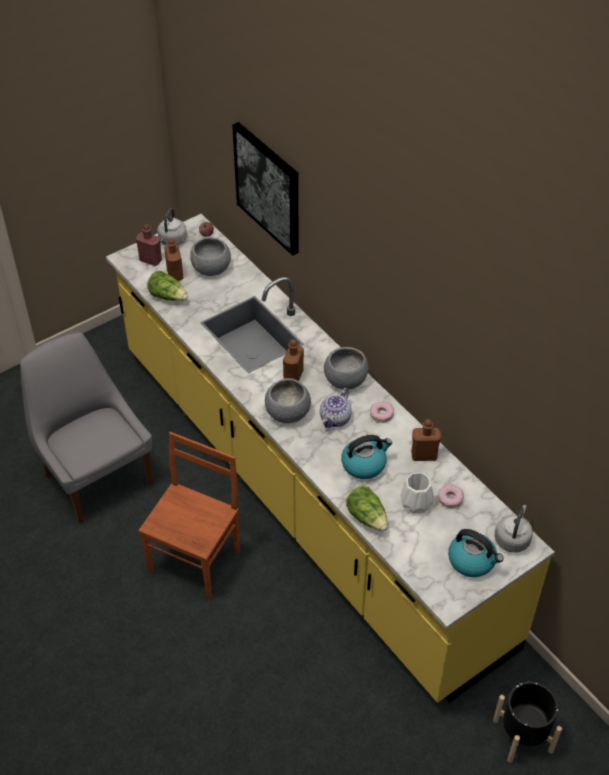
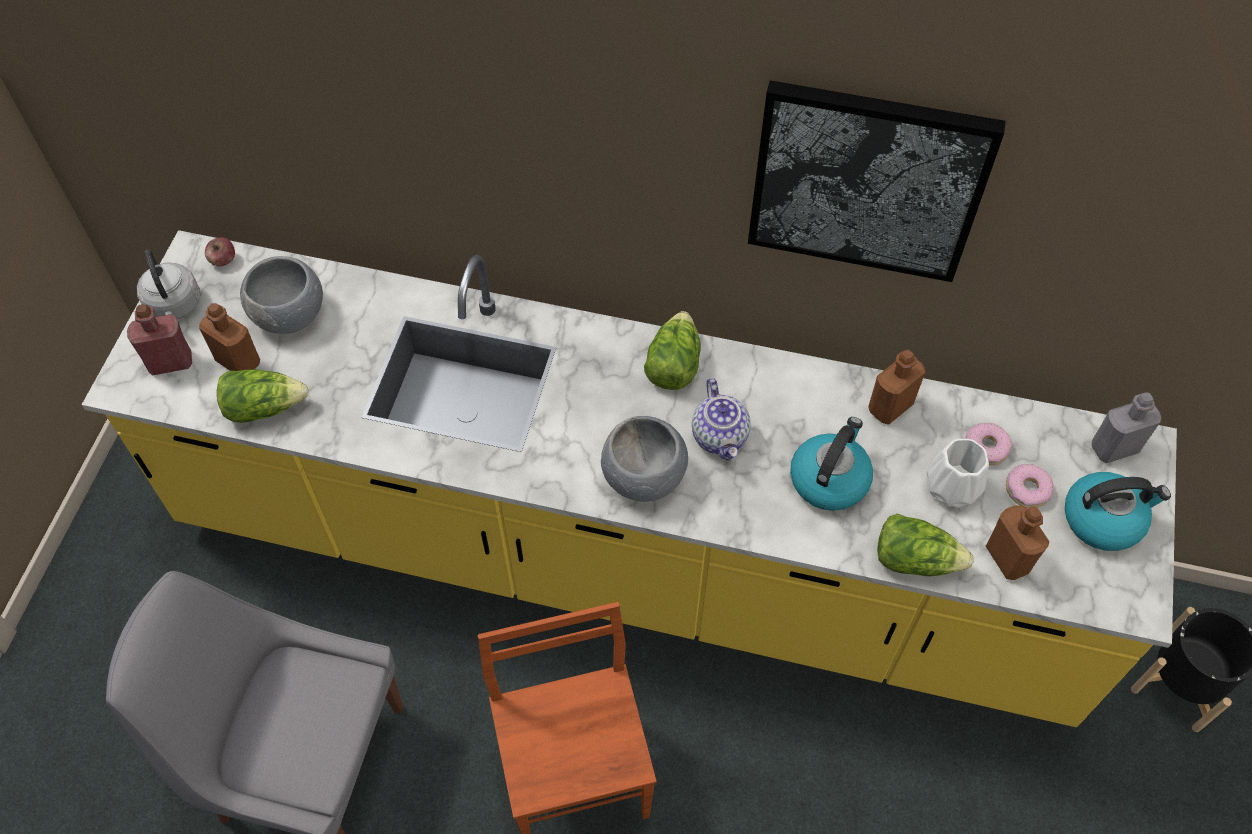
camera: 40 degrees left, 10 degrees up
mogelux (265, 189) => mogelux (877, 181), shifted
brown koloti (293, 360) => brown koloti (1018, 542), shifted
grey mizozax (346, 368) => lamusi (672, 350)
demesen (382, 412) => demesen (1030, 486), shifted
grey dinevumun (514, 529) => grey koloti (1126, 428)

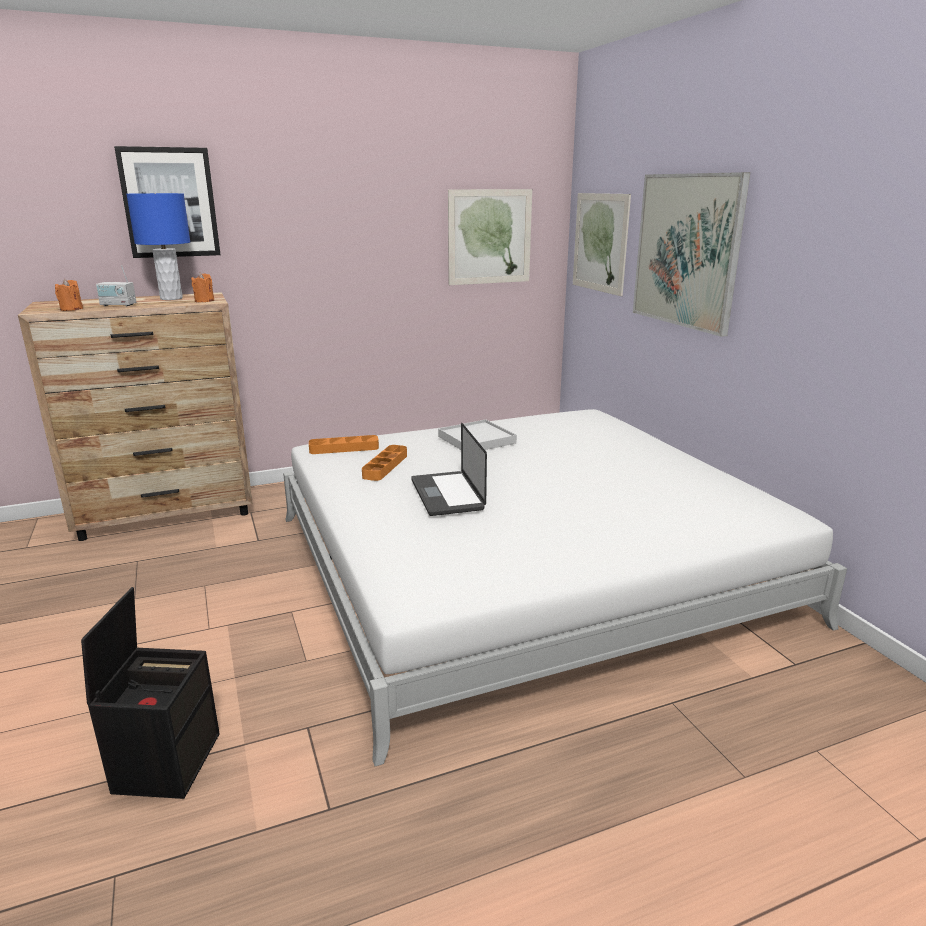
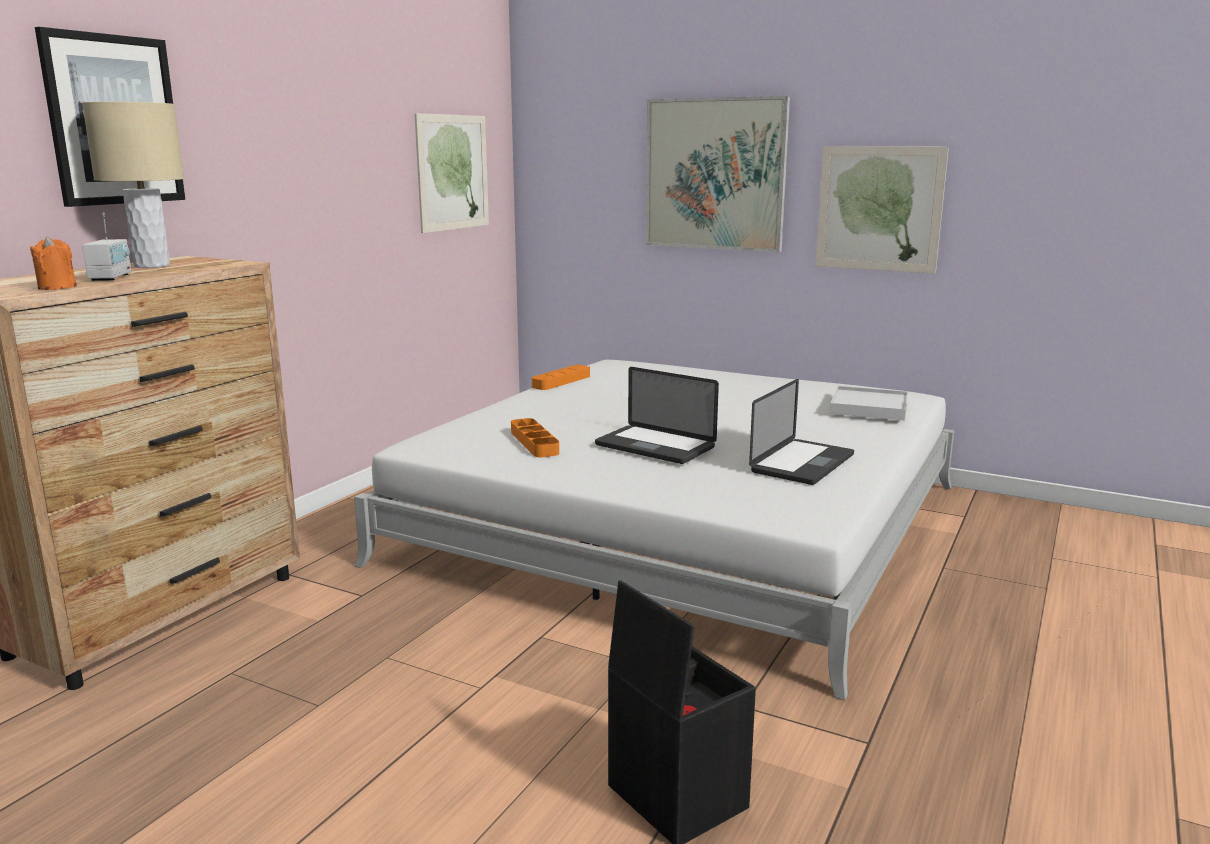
camera: 40 degrees left, 5 degrees down
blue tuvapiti (158, 246) => beige tuvapiti (133, 185)
mogelux (602, 244) => mogelux (882, 210), shifted
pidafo (116, 286) => pidafo (106, 246), 60 degrees counterclockwise
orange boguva (202, 287) => nothing
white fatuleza (477, 434) => white fatuleza (869, 403), shifted
orange fatuleza (344, 444) => orange fatuleza (561, 377), shifted
nothing => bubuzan (801, 432)

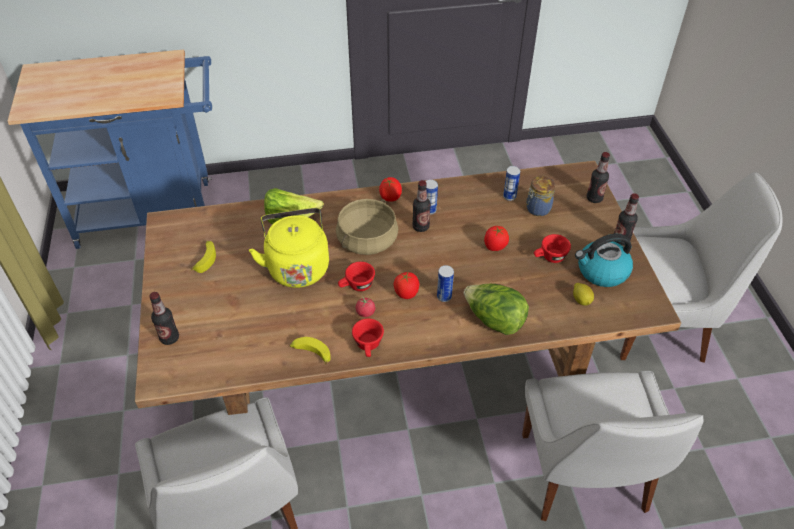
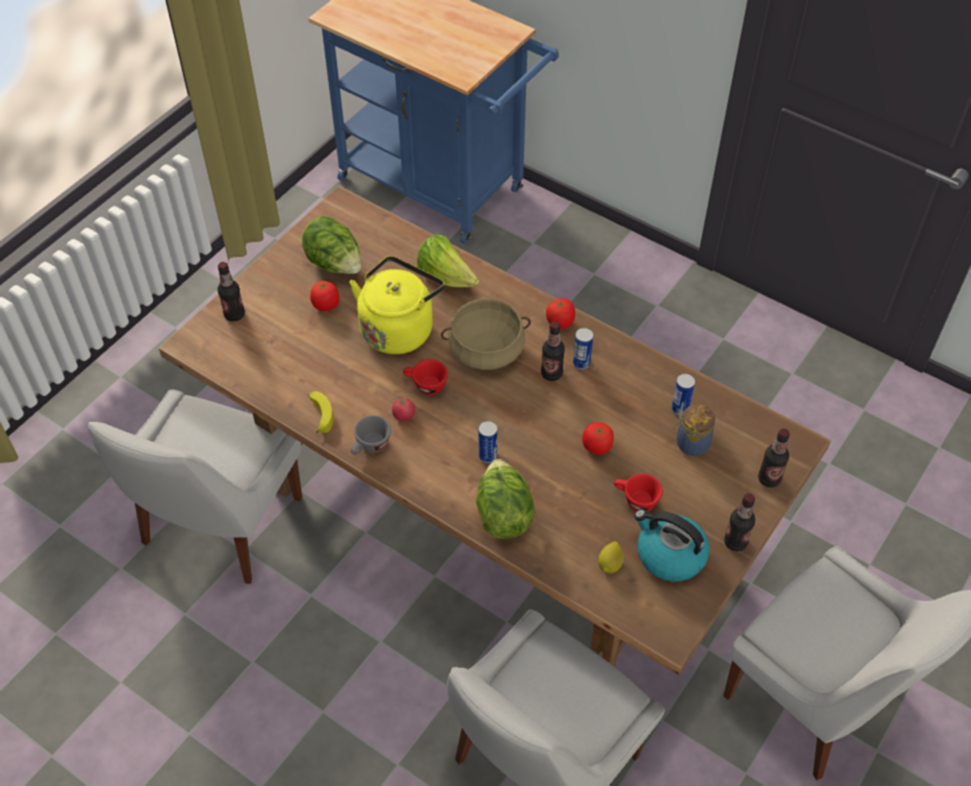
camera: 45 degrees right, 5 degrees up
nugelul (203, 257) => lamusi (331, 245)
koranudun (406, 285) => koranudun (325, 295), shifted
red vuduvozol (368, 337) => grey vuduvozol (370, 435)

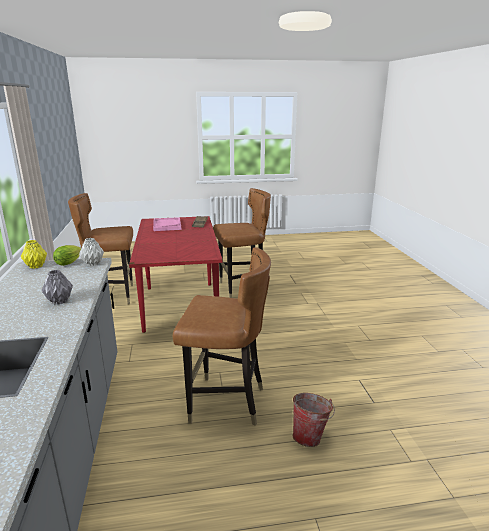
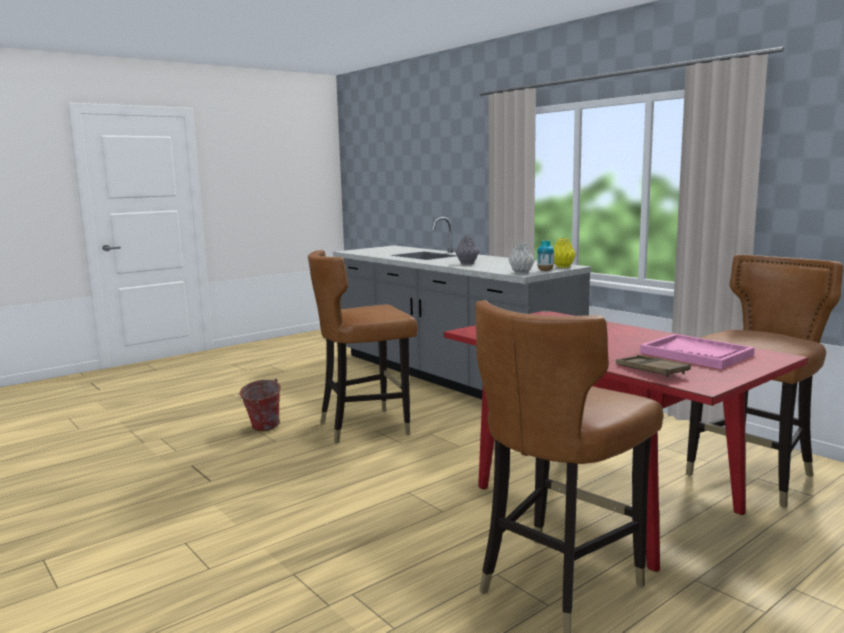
camera: 150 degrees right, 10 degrees down
lamusi (67, 255) => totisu (545, 255)

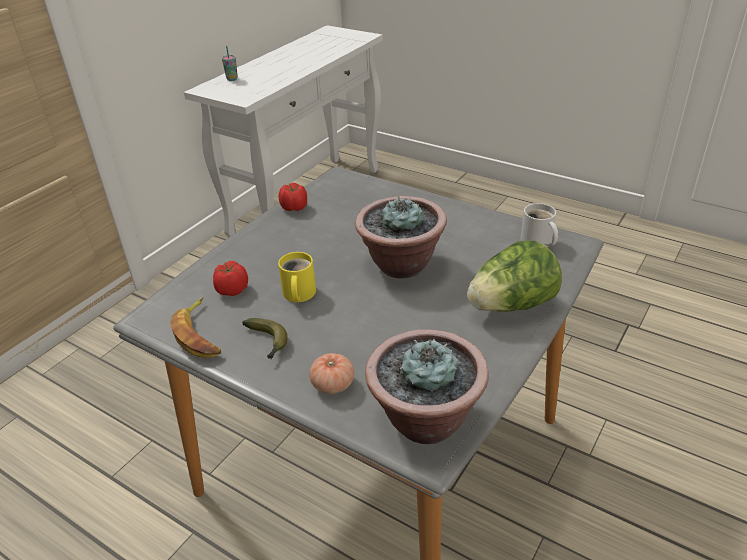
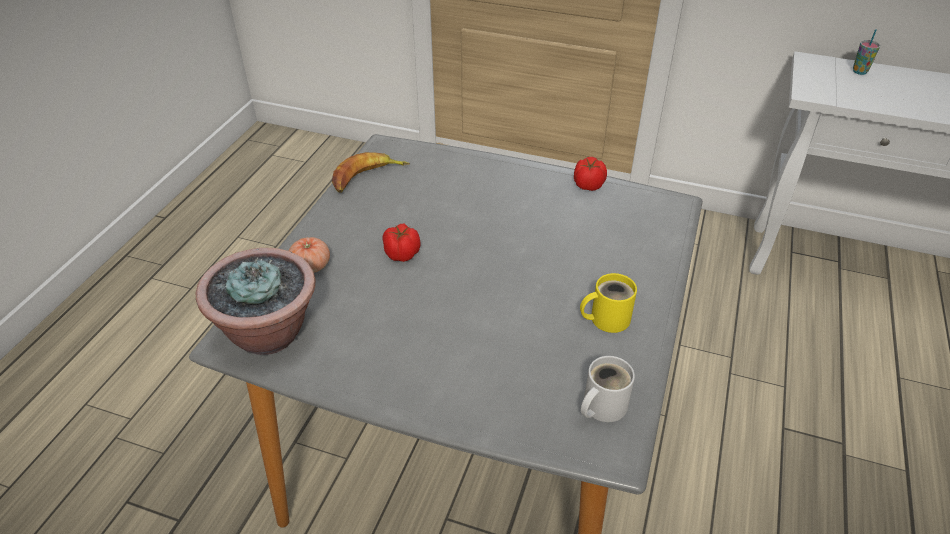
camera: 75 degrees right, 5 degrees up
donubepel (401, 237) => nothing
lamusi (514, 276) => nothing
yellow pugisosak (297, 277) => yellow pugisosak (608, 303), shifted
koranudun (230, 278) => koranudun (401, 242), shifted
nugelul (265, 338) => nothing

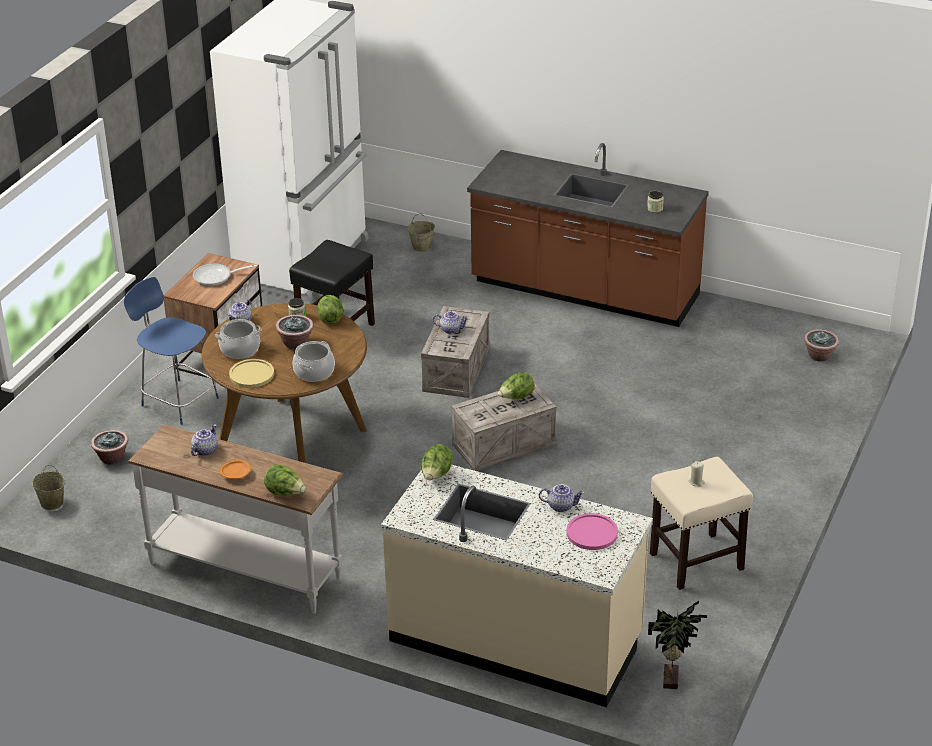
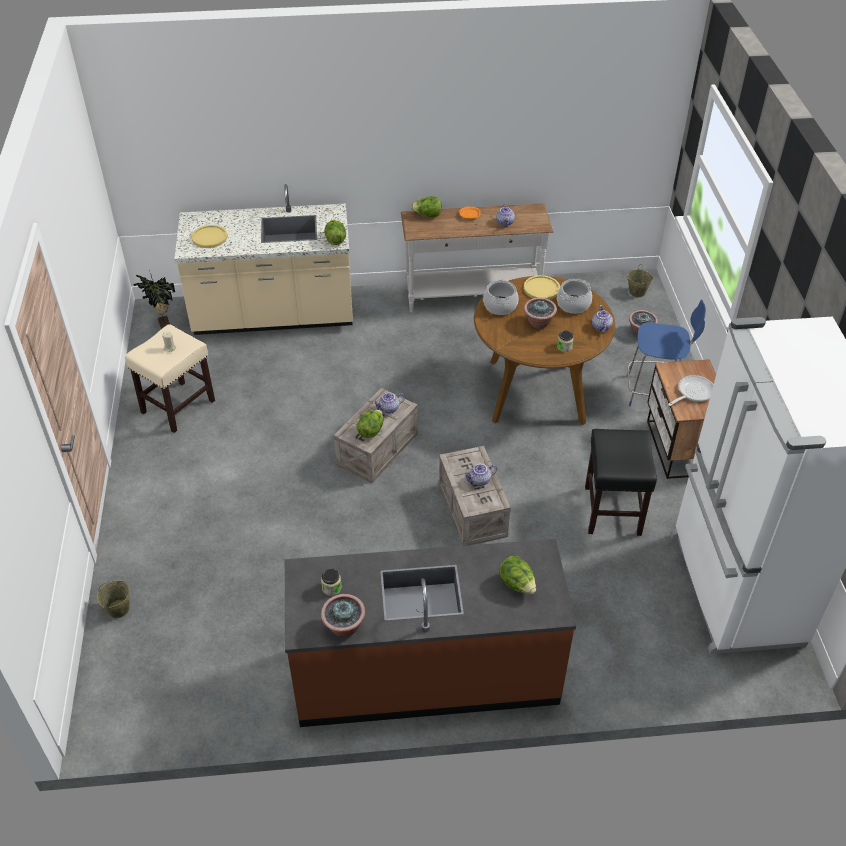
camera: 150 degrees right, 10 degrees up
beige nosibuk (421, 232) => beige nosibuk (113, 599), shifted
lamusi (330, 310) => lamusi (517, 575), shifted
donubepel (821, 345) => donubepel (343, 615), shifted
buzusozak (561, 498) => buzusozak (389, 403), shifted
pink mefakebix (592, 531) => yellow mefakebix (210, 236)

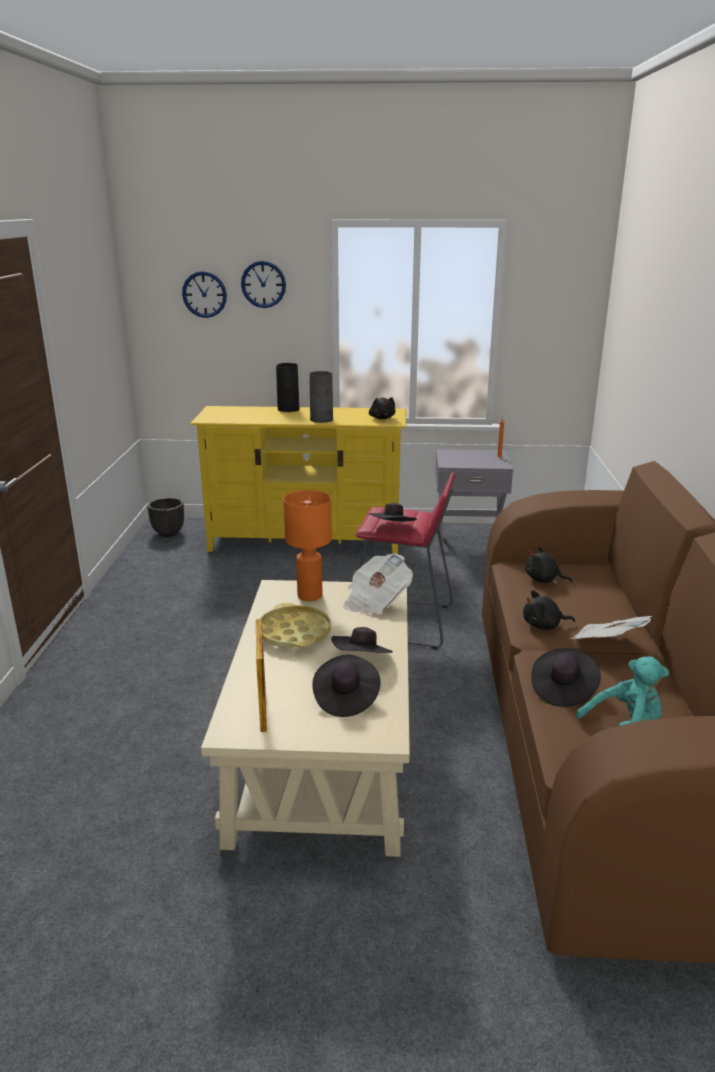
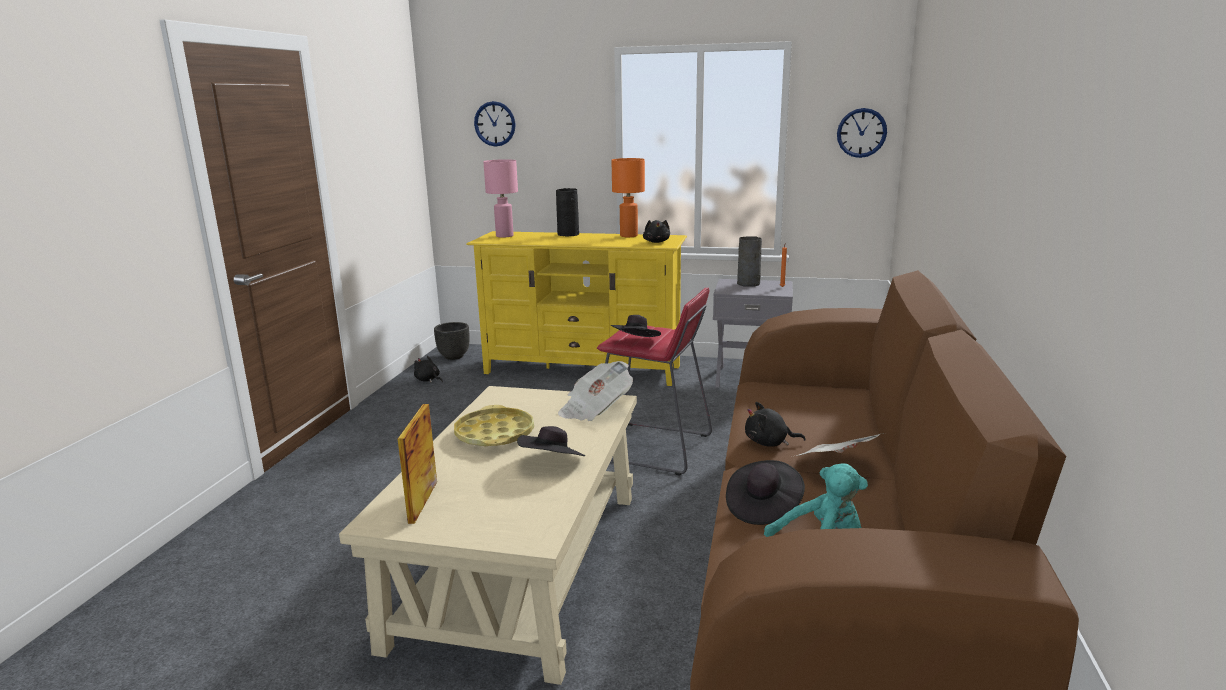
camera: 10 degrees right, 5 degrees down
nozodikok (263, 284) => nozodikok (862, 133), shifted
grey totisu (321, 397) => grey totisu (749, 261), shifted
orange tuvapiti (308, 545) => orange tuvapiti (628, 197), shifted
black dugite (549, 565) => black dugite (428, 369), shifted
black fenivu (346, 686) => nothing
nothing => pink tuvapiti (500, 198)

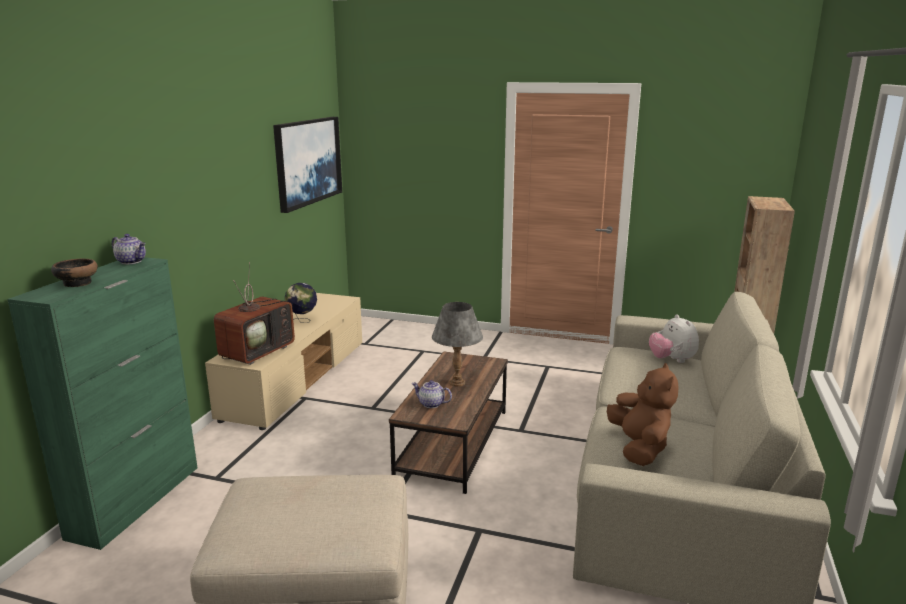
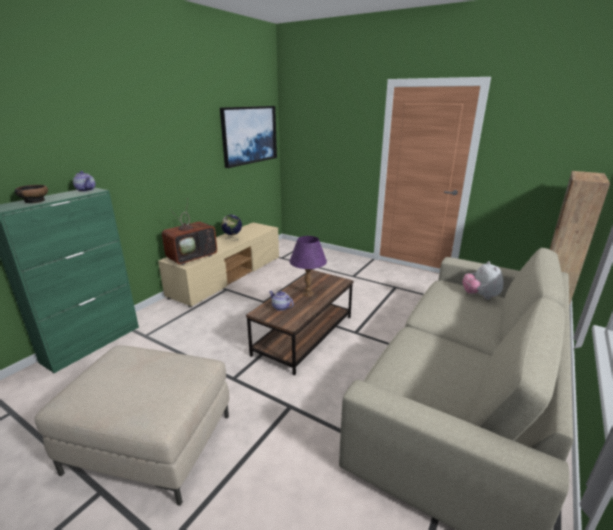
camera: 15 degrees right, 5 degrees up
grey tuvapiti (457, 344) => purple tuvapiti (308, 266)
brown dugite (643, 414) => nothing

